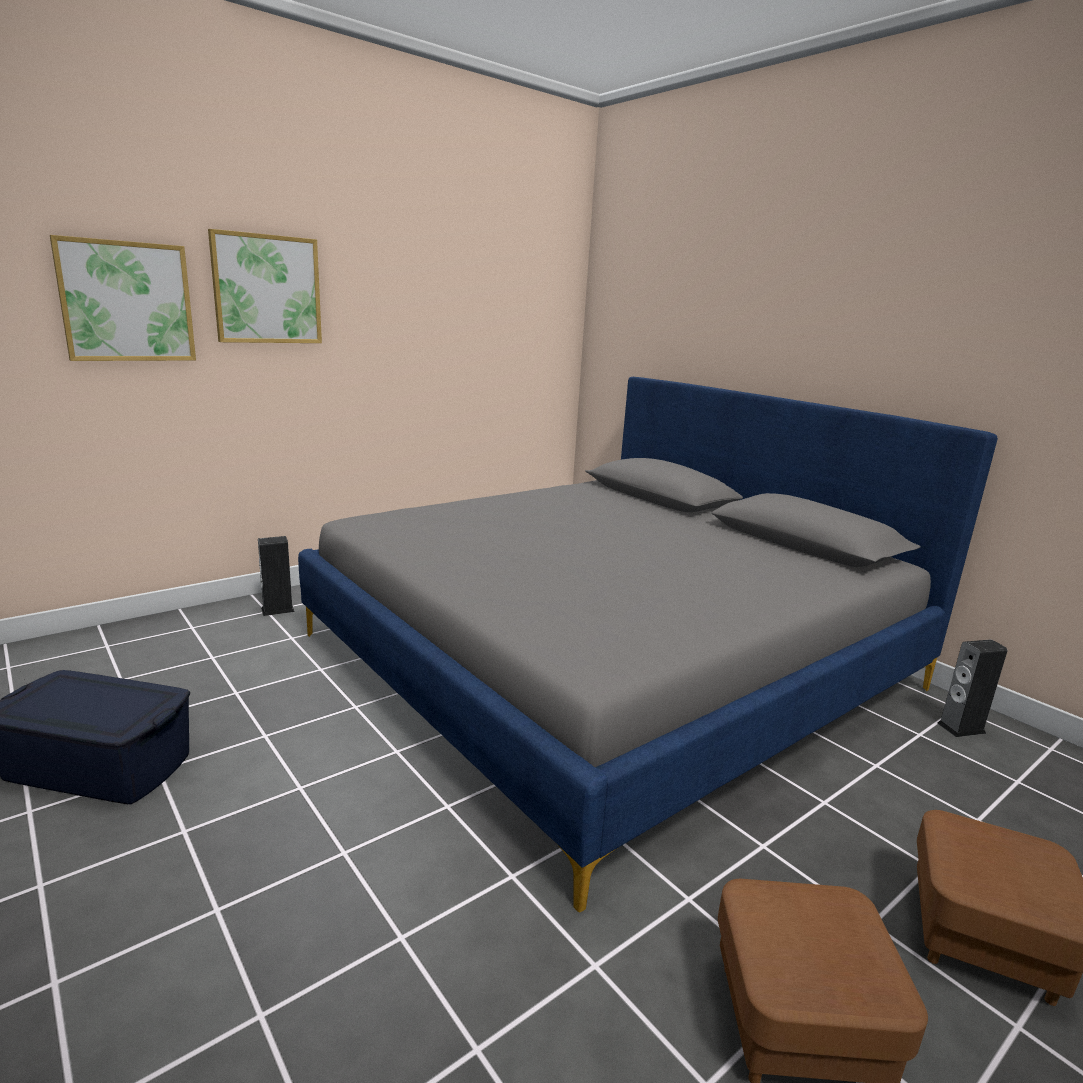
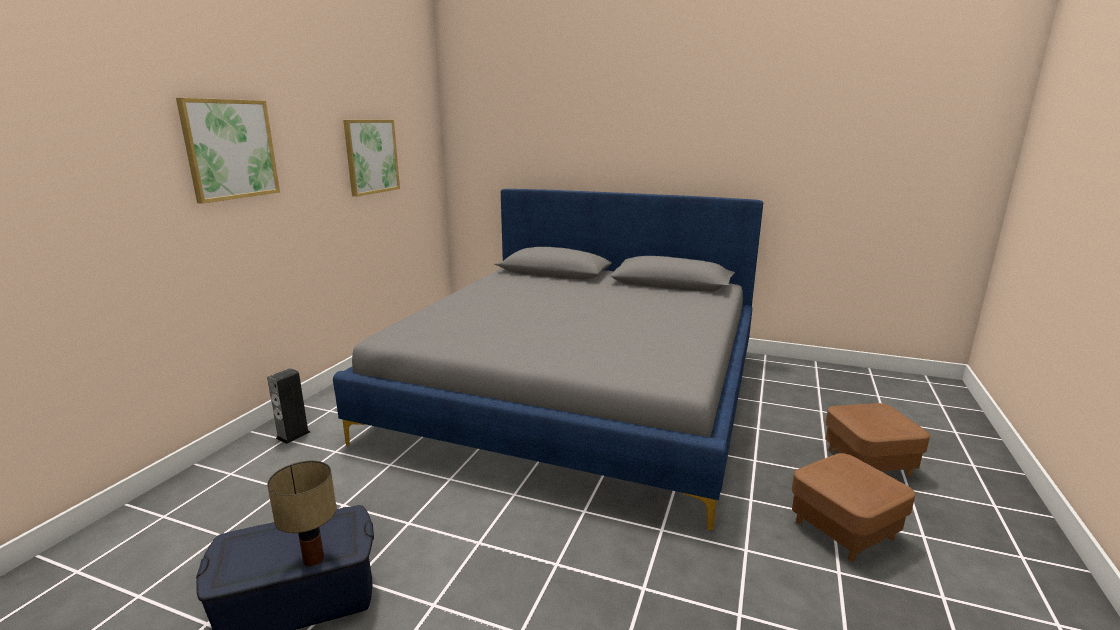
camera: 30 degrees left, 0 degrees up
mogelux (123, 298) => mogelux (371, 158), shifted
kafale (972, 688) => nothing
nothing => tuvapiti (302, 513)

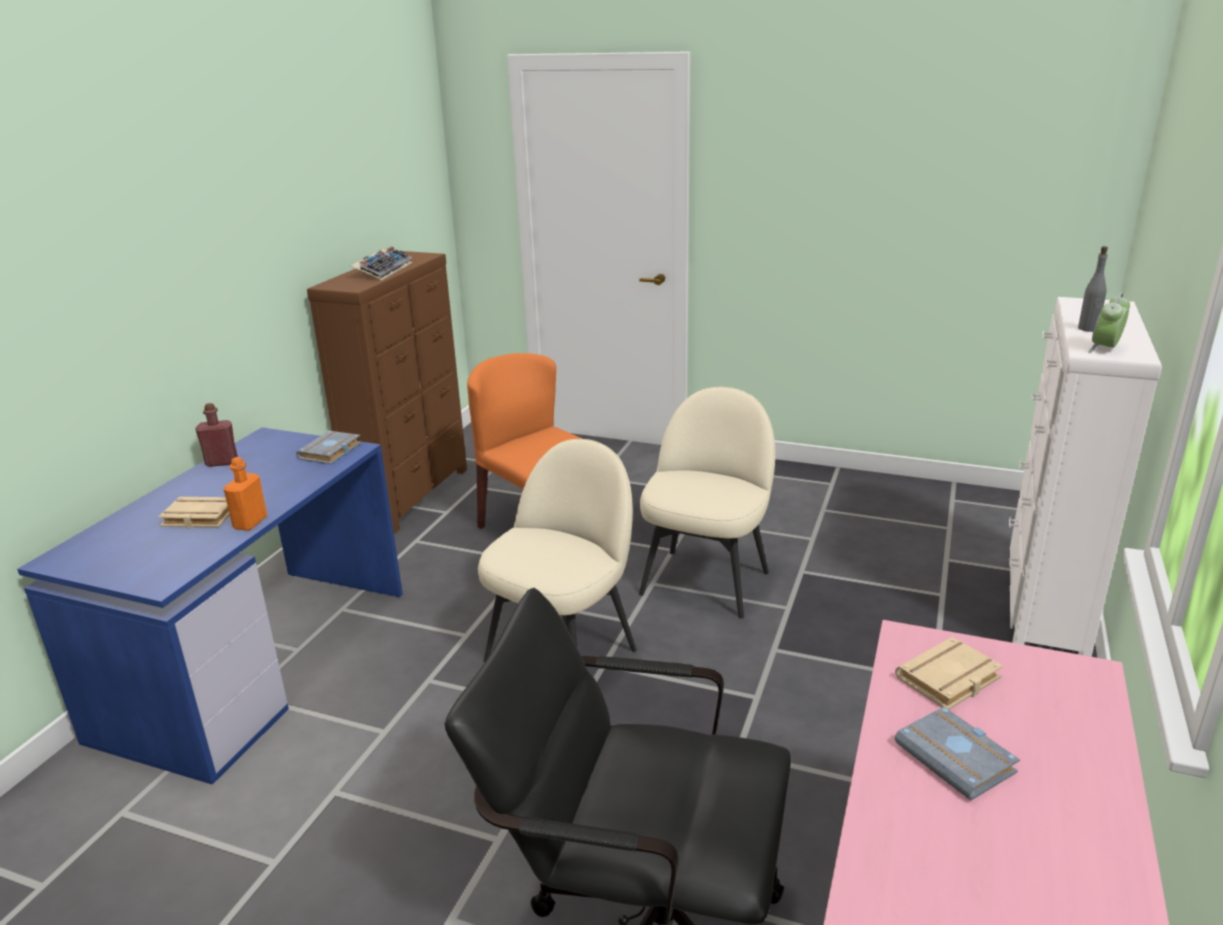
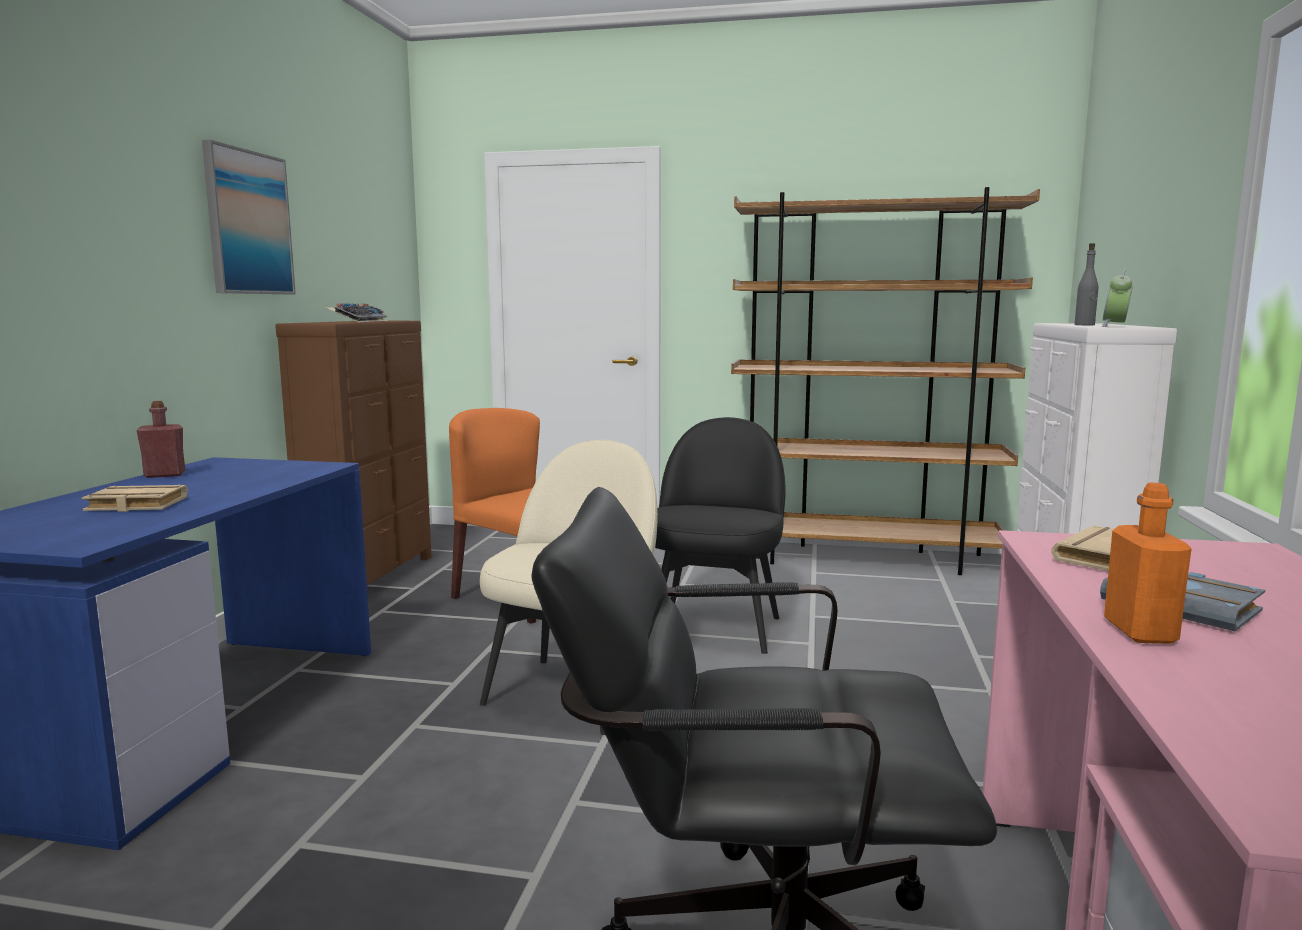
camera: 10 degrees left, 15 degrees down
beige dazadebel (707, 503) => black dazadebel (720, 535)
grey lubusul (328, 447) => nothing
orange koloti (245, 494) => orange koloti (1148, 563), shifted
nothing => mogelux (249, 217)
nothing => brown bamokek (885, 381)

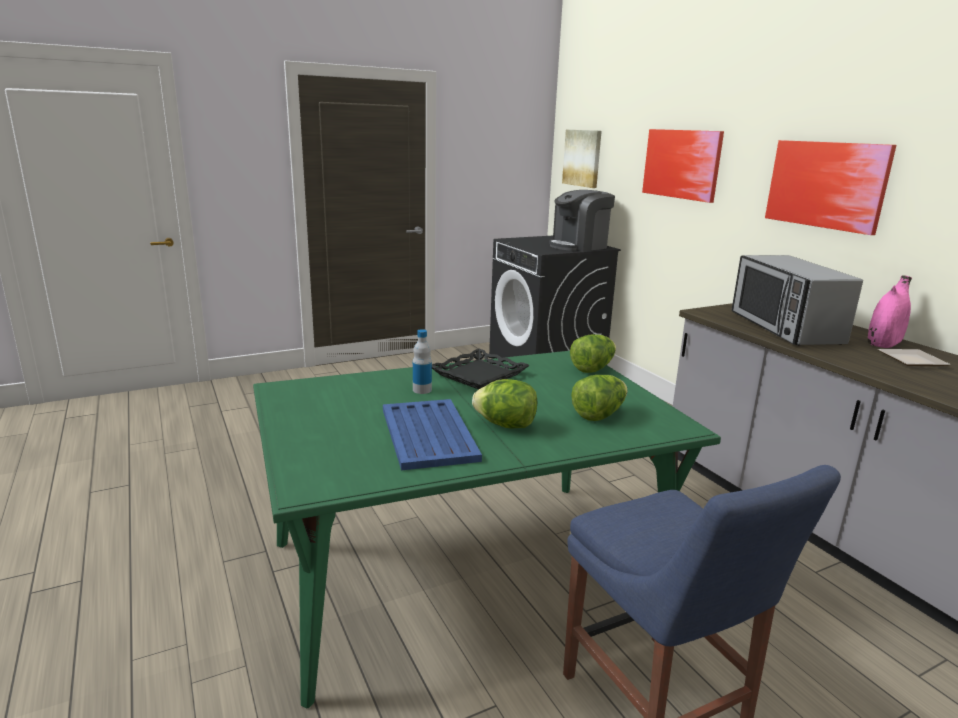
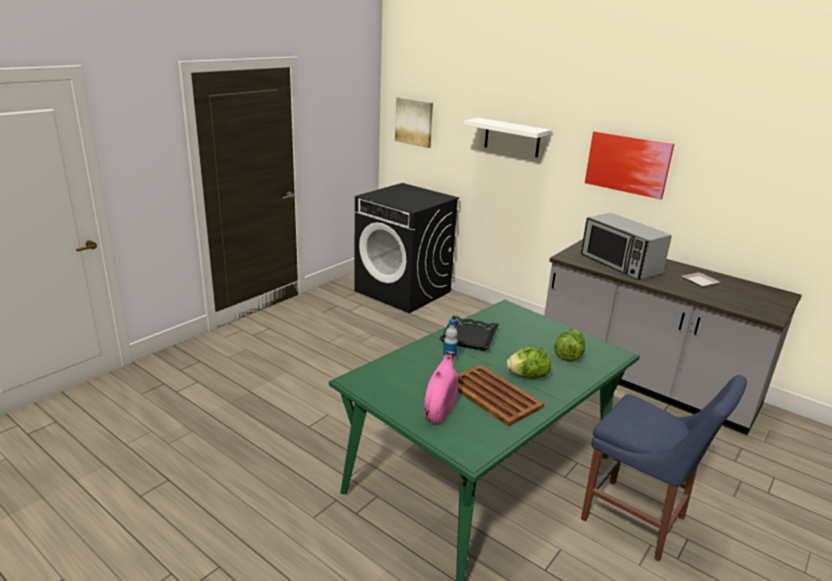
camera: 25 degrees left, 5 degrees up
mogelux (683, 166) => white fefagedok (507, 138)
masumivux (582, 220) => nothing
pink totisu (890, 311) => pink totisu (441, 387), shifted
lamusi (593, 353) => nothing
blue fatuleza (432, 434) => brown fatuleza (500, 395)

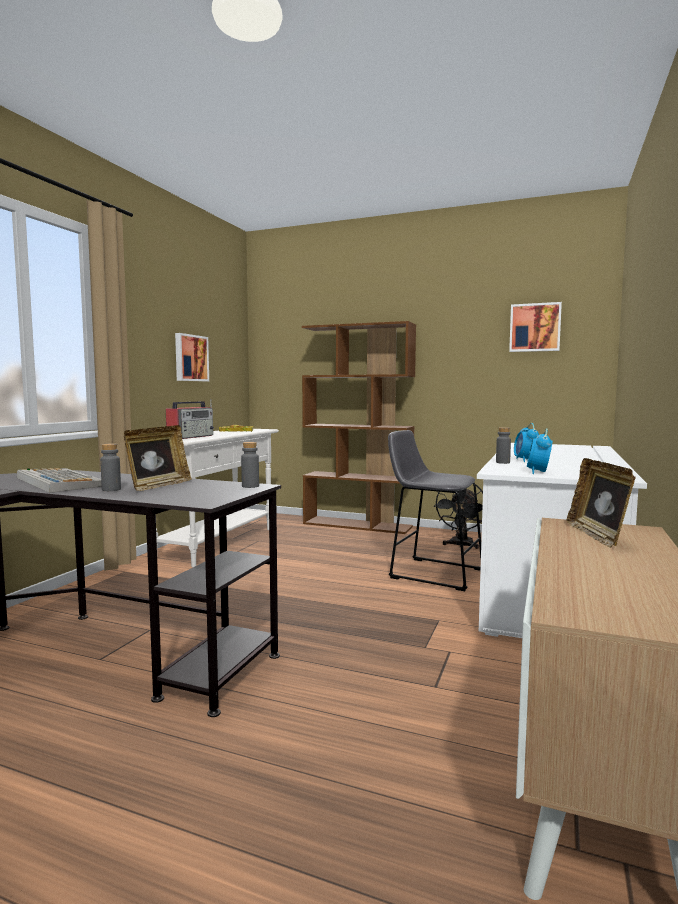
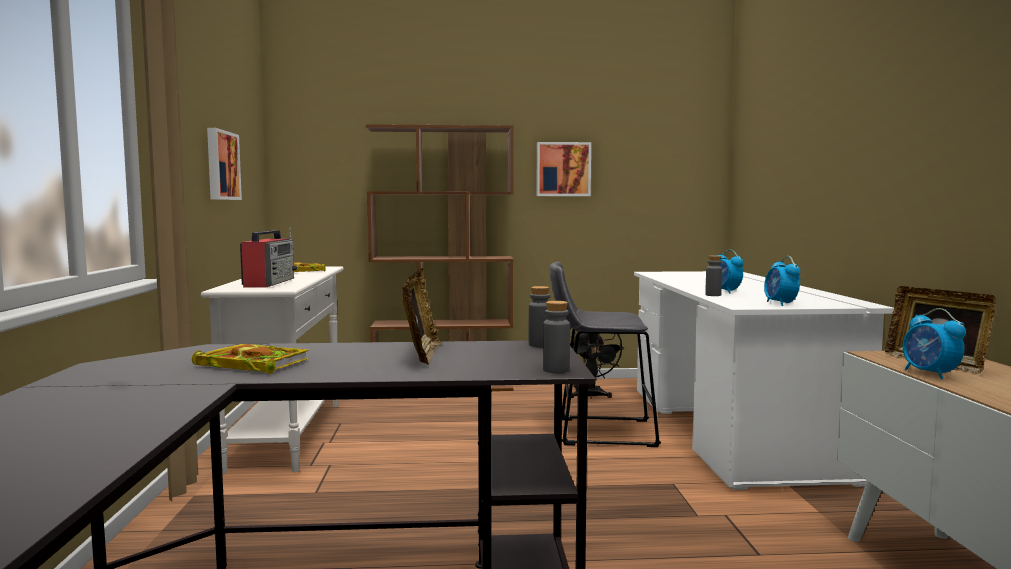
camera: 25 degrees left, 0 degrees up
mogelux (535, 327) => mogelux (563, 169), shifted
grey koloti (110, 467) => grey koloti (556, 337), shifted
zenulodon (59, 480) => lubusul (250, 359)
nothing => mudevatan (934, 343)

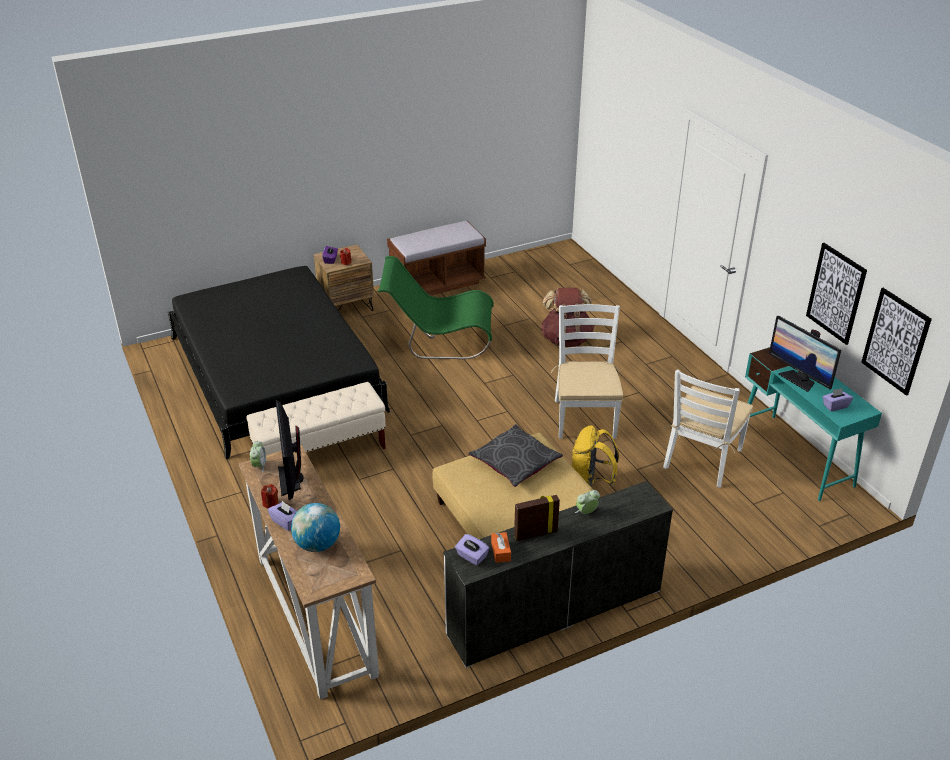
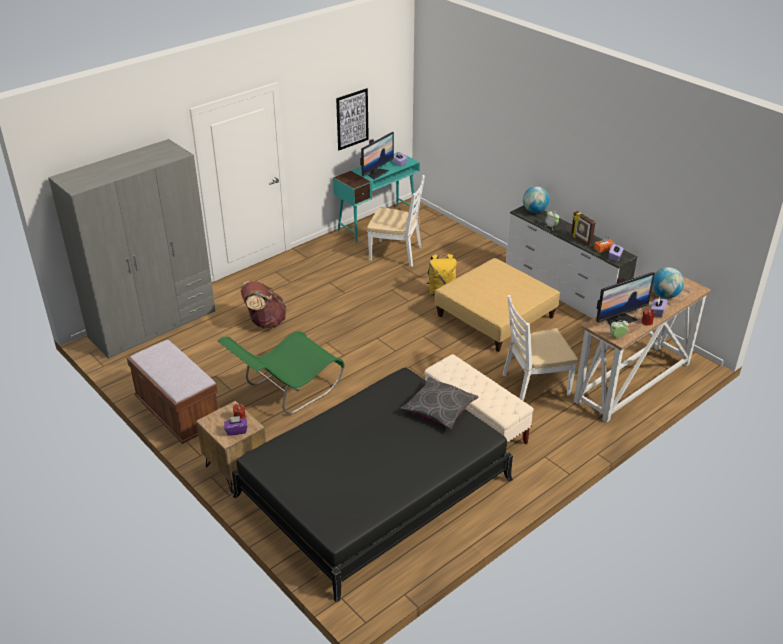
camera: 105 degrees left, 0 degrees up
green dazadebel (436, 307) => green dazadebel (281, 372), 60 degrees clockwise
mogelux (896, 342) => nothing
white dazadebel (587, 371) => white dazadebel (540, 348), shifted
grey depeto (515, 455) => grey depeto (439, 403), shifted
nothing => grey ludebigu (131, 249)
nothing => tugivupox (536, 199)

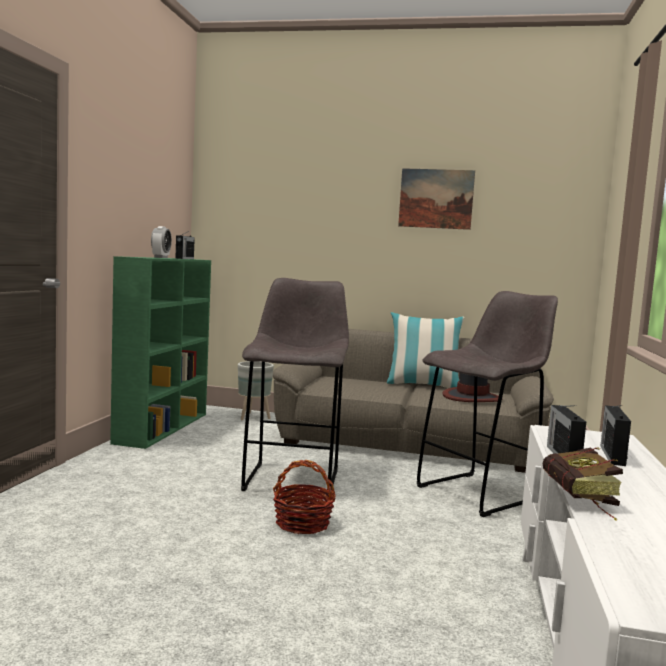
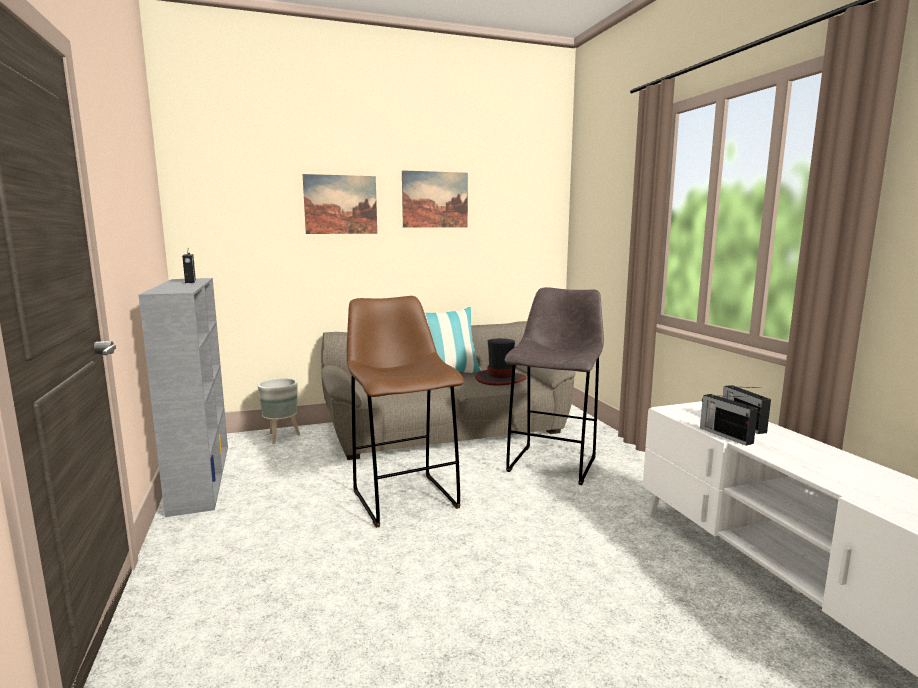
camera: 30 degrees left, 5 degrees up
mudevatan (161, 242) => nothing
green bamokek (160, 352) => grey bamokek (183, 397)
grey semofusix (295, 384) => brown semofusix (405, 412)
lubusul (583, 484) => nothing
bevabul (304, 497) => nothing
nothing => mogelux (340, 204)

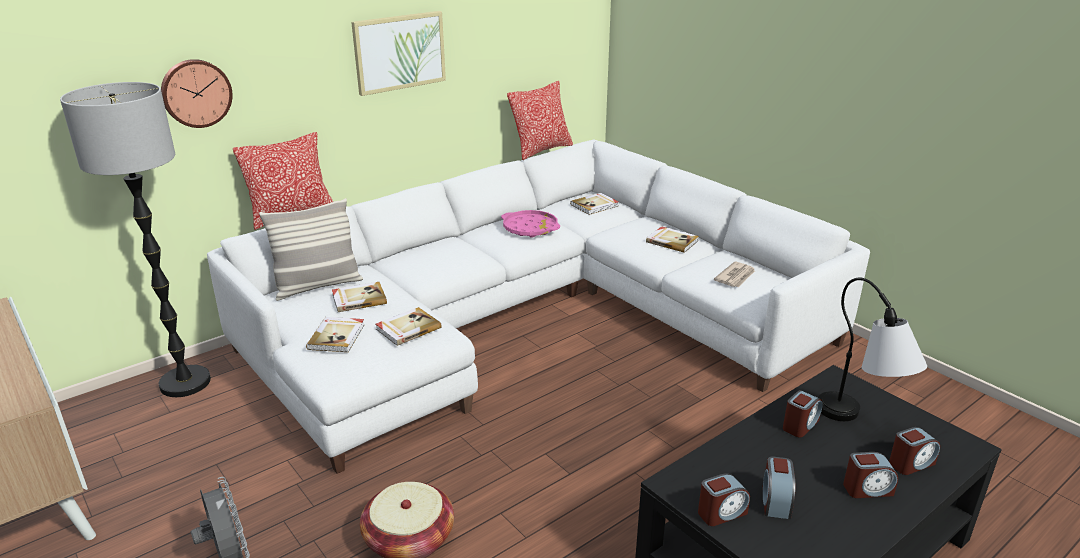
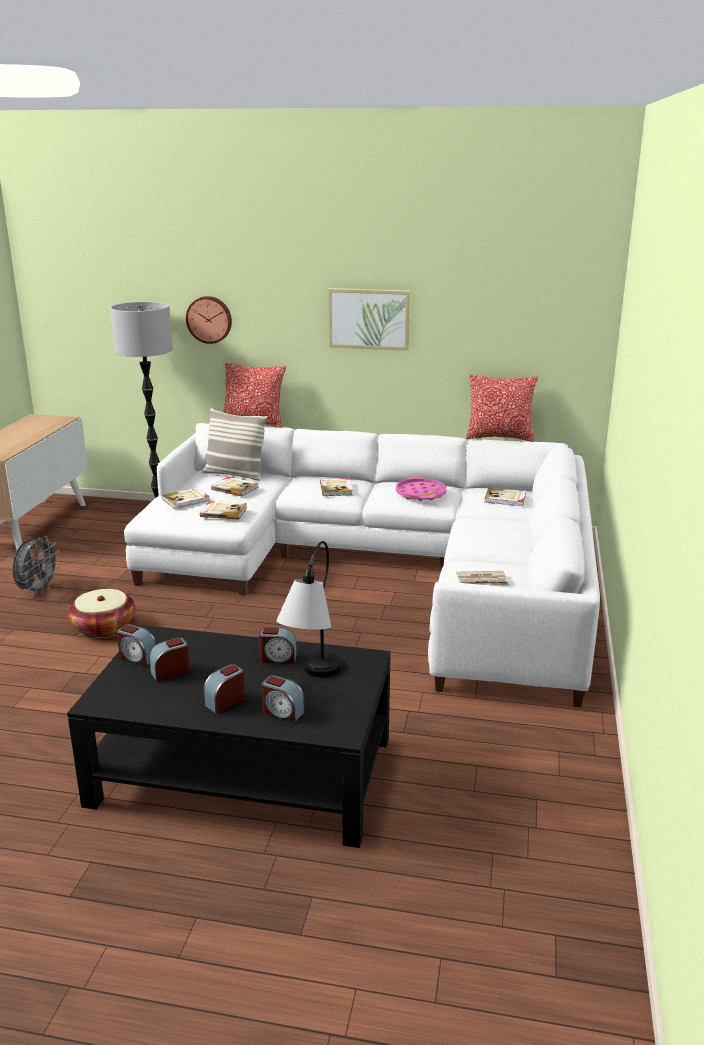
camera: 50 degrees right, 5 degrees down
lubusul (672, 239) => lubusul (336, 487), shifted
mudevatan (870, 475) => mudevatan (224, 689), 90 degrees clockwise

